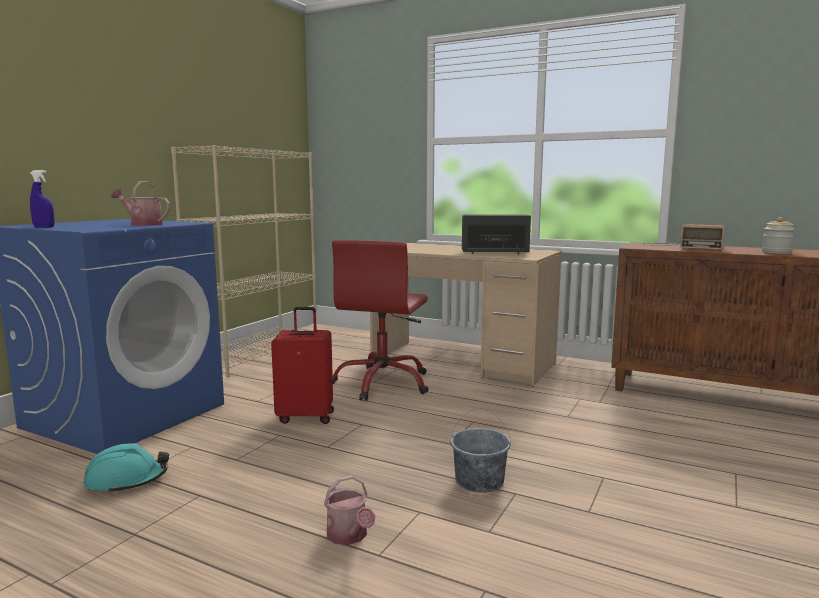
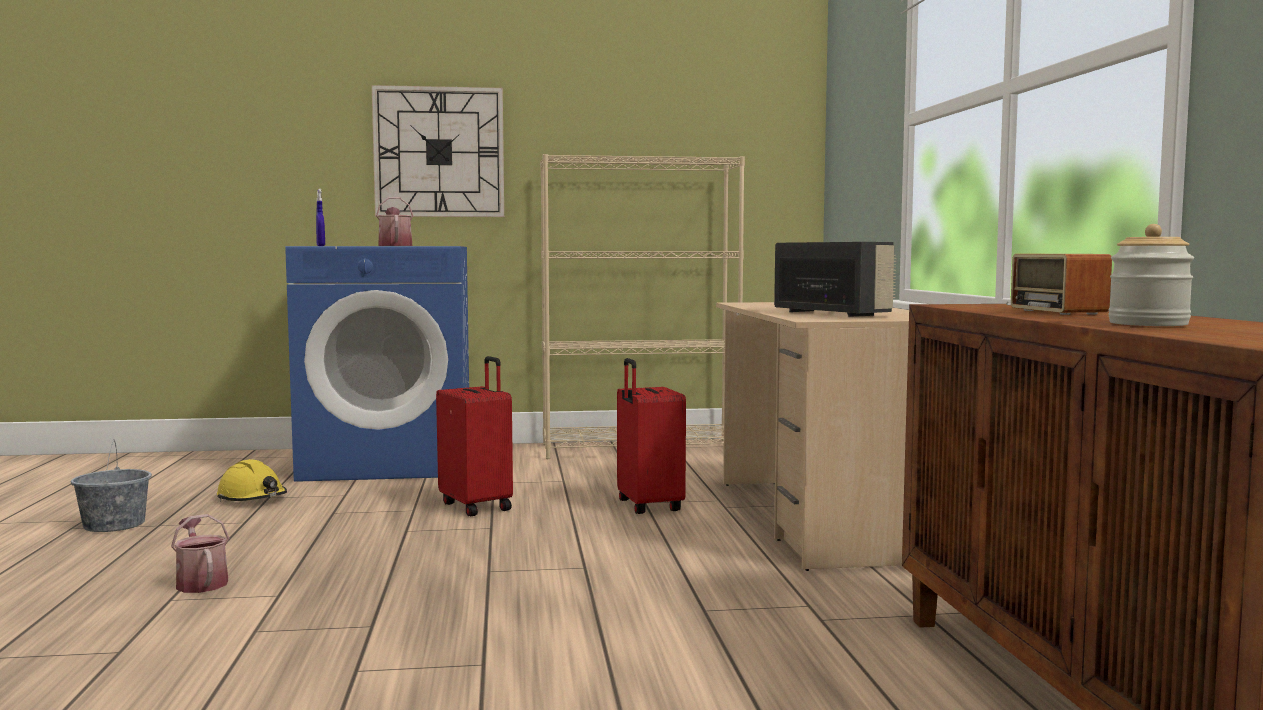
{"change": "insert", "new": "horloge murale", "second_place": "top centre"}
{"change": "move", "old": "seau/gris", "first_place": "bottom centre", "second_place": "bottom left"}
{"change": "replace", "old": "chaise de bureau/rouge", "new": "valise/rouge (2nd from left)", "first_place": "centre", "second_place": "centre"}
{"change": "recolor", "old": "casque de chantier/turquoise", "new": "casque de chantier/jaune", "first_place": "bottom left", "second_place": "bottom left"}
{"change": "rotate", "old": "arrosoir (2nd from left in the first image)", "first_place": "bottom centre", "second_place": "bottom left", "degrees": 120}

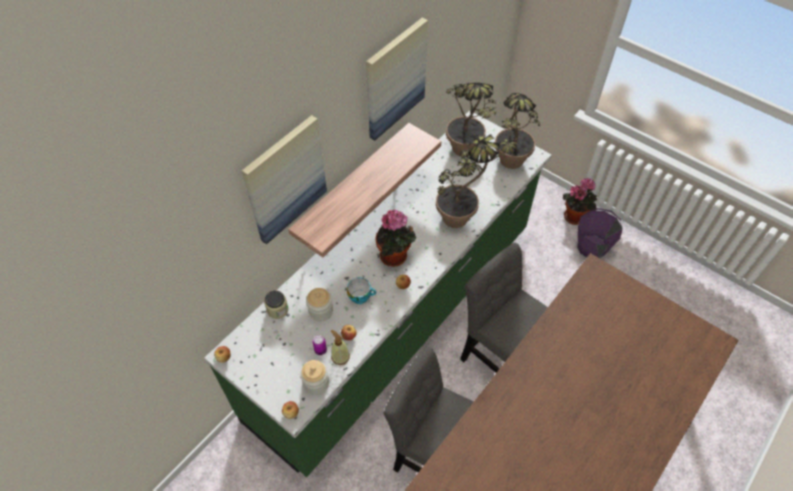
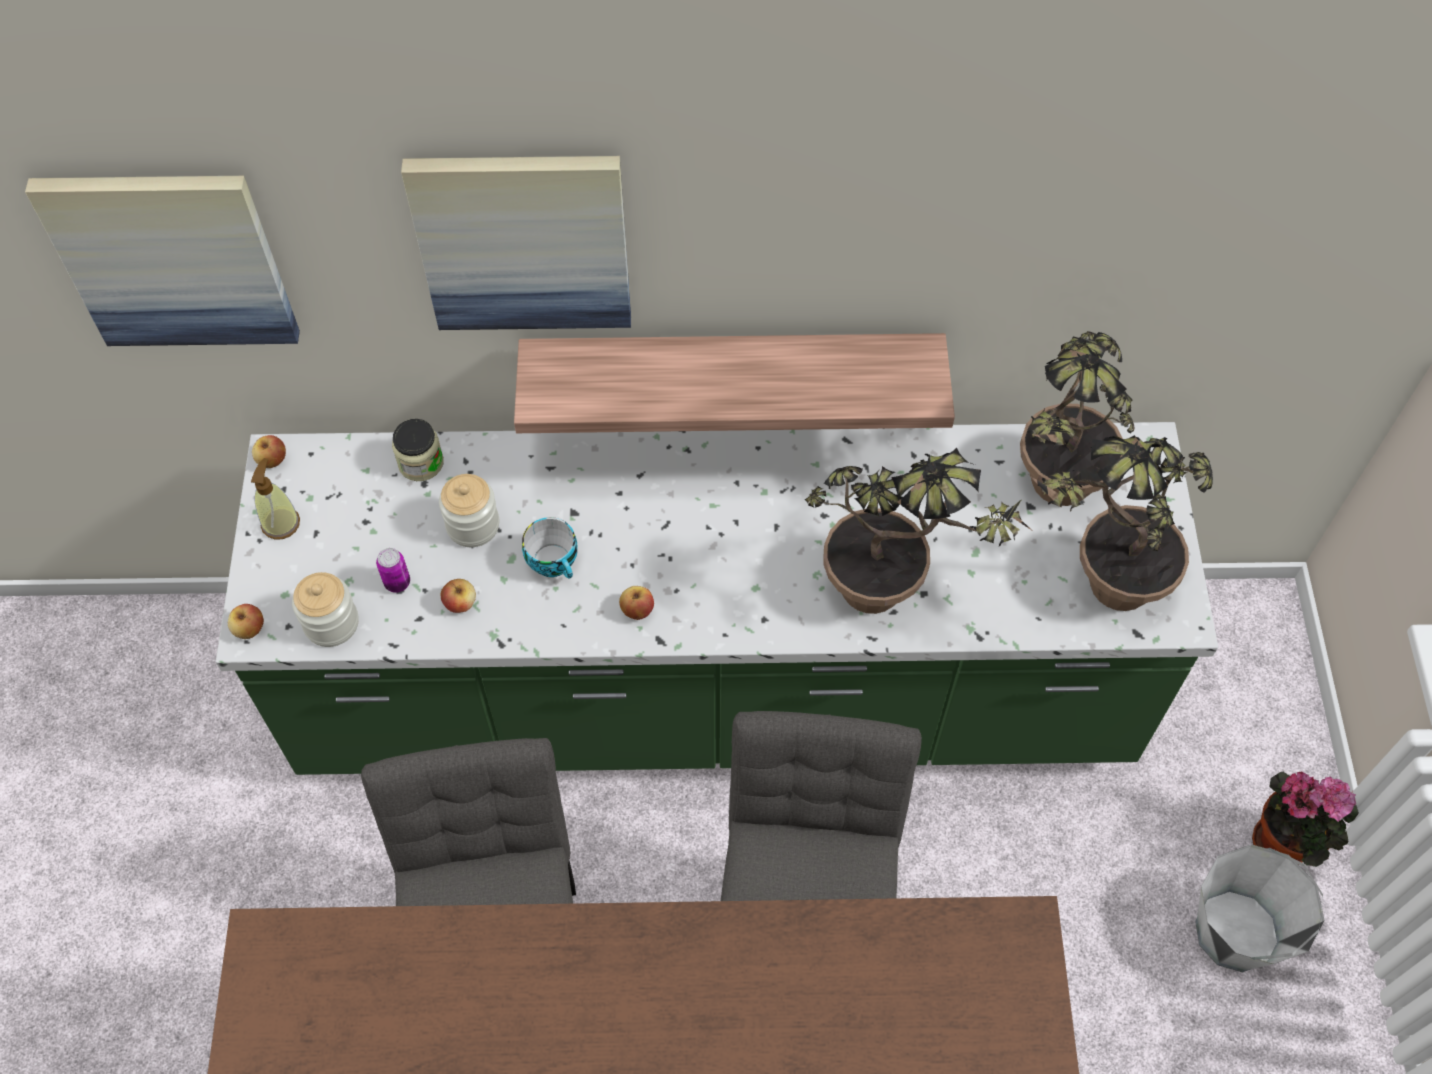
{"change": "delete", "old": "plante en pot (1st from left)", "first_place": "centre"}
{"change": "move", "old": "distributeur de savon", "first_place": "bottom centre", "second_place": "middle left"}
{"change": "move", "old": "tableau (2nd from left in the first image)", "new": "tableau (1st from left)", "first_place": "top centre", "second_place": "top left"}
{"change": "recolor", "old": "seau/violet", "new": "seau/gris", "first_place": "middle right", "second_place": "bottom right"}

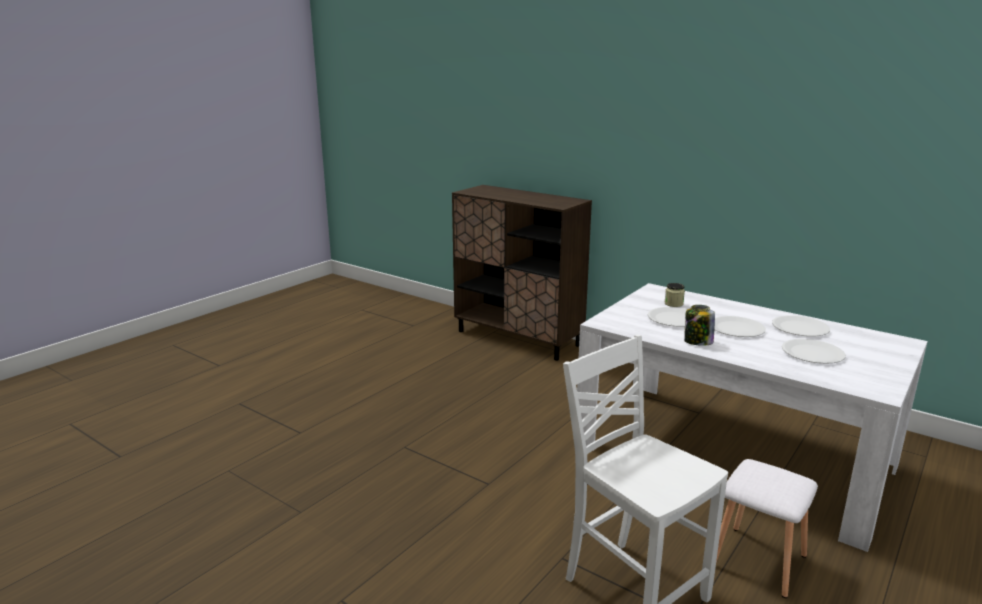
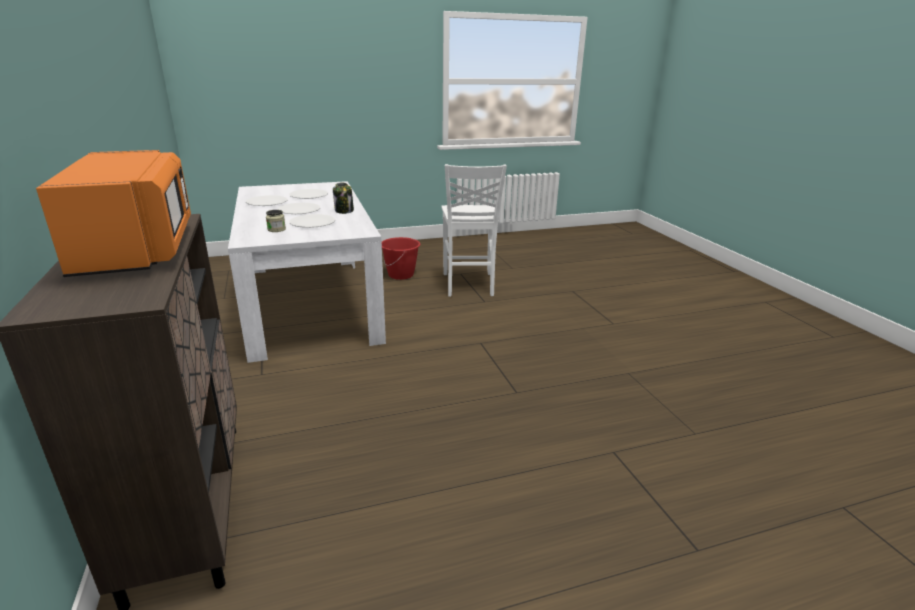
{"change": "insert", "new": "micro-ondes/orange", "second_place": "middle left"}
{"change": "replace", "old": "tabouret/blanc", "new": "seau/rouge", "first_place": "bottom right", "second_place": "centre"}

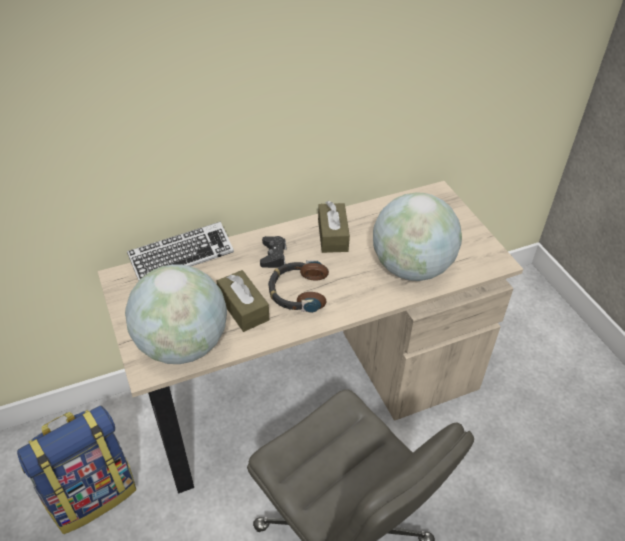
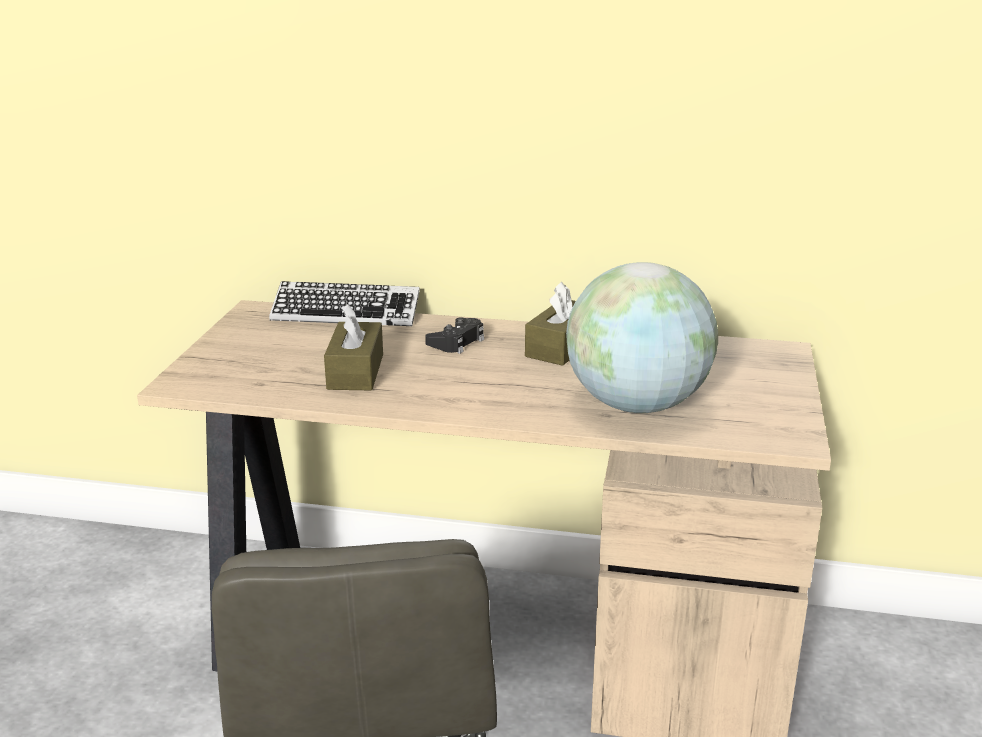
{"change": "delete", "old": "sac à dos", "first_place": "bottom left"}
{"change": "delete", "old": "globe (1st from left)", "first_place": "middle left"}
{"change": "delete", "old": "casque audio", "first_place": "centre"}

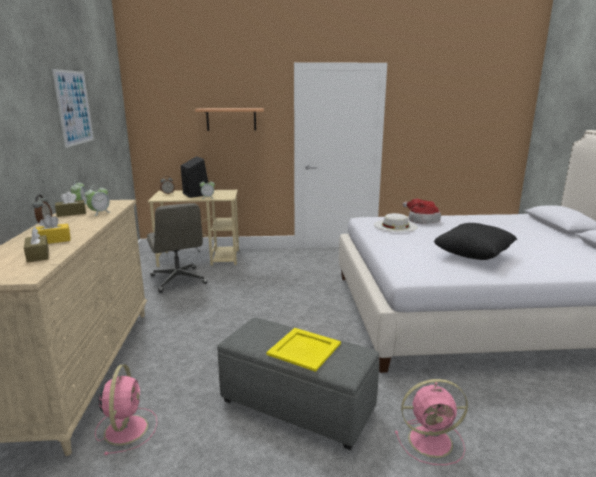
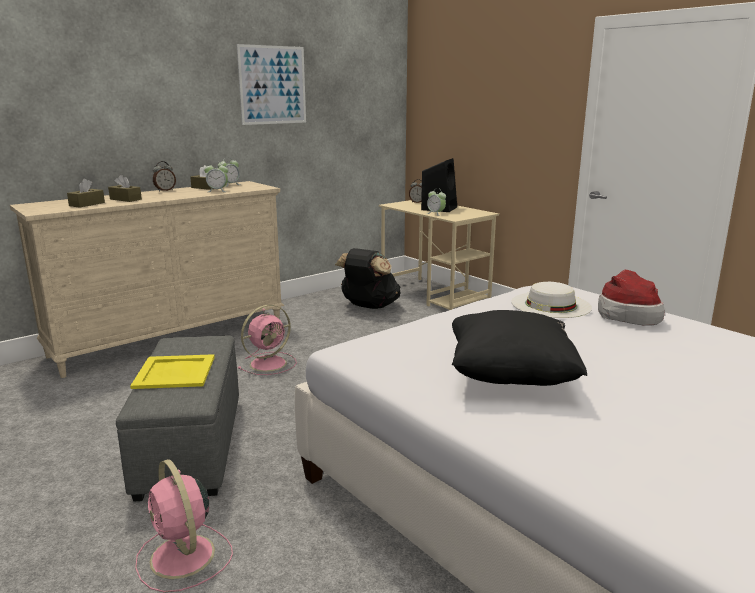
{"change": "delete", "old": "étagère", "first_place": "top centre"}
{"change": "move", "old": "ventilateur/rose (1st from left in the first image)", "new": "ventilateur/rose (2nd from left)", "first_place": "bottom left", "second_place": "centre"}
{"change": "replace", "old": "chaise de bureau/gris", "new": "sac à dos/noir", "first_place": "middle left", "second_place": "centre"}
{"change": "recolor", "old": "boîte à mouchoirs/jaune", "new": "boîte à mouchoirs/marron (2nd from left)", "first_place": "middle left", "second_place": "top left"}

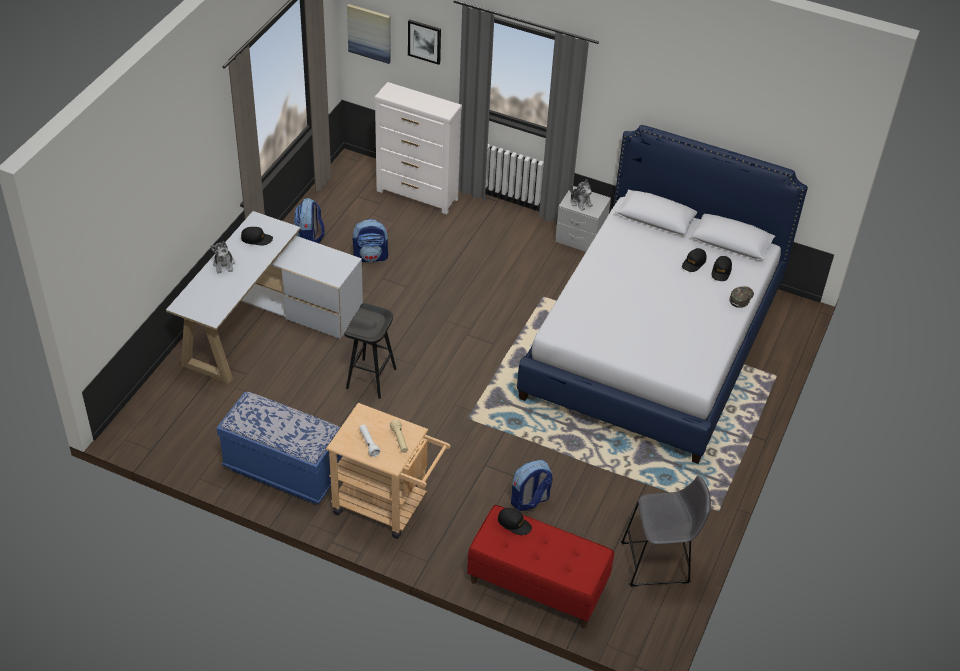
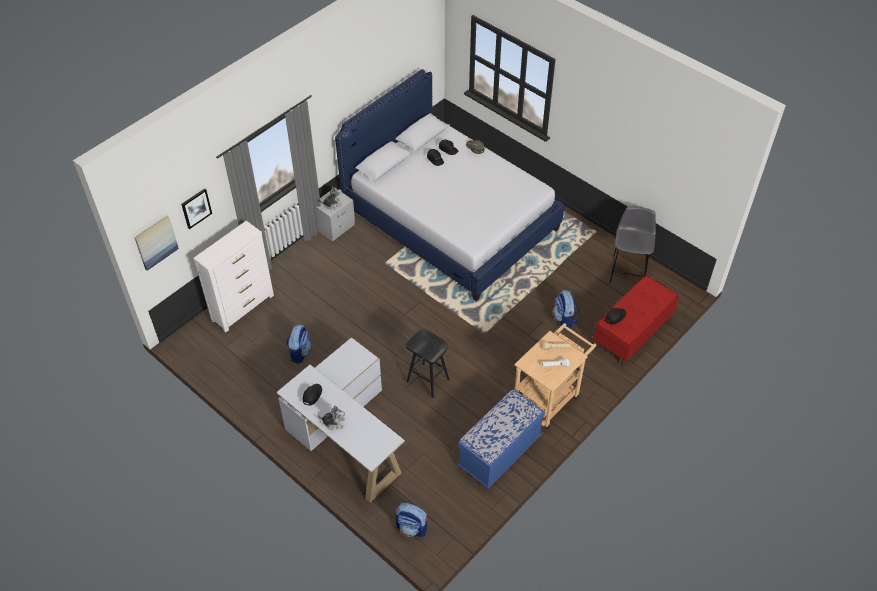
{"change": "move", "old": "sac à dos (1st from left in the first image)", "new": "sac à dos (2nd from left)", "first_place": "top left", "second_place": "bottom centre"}

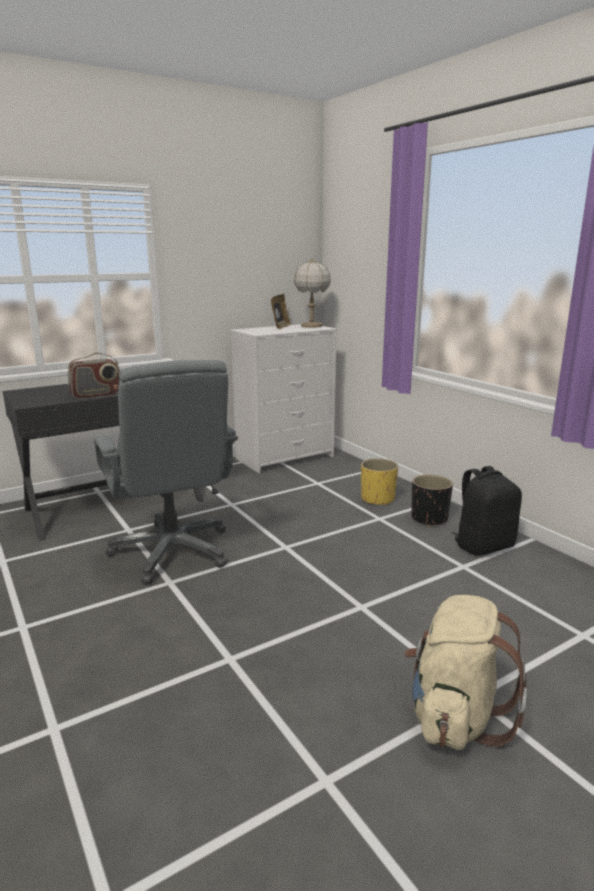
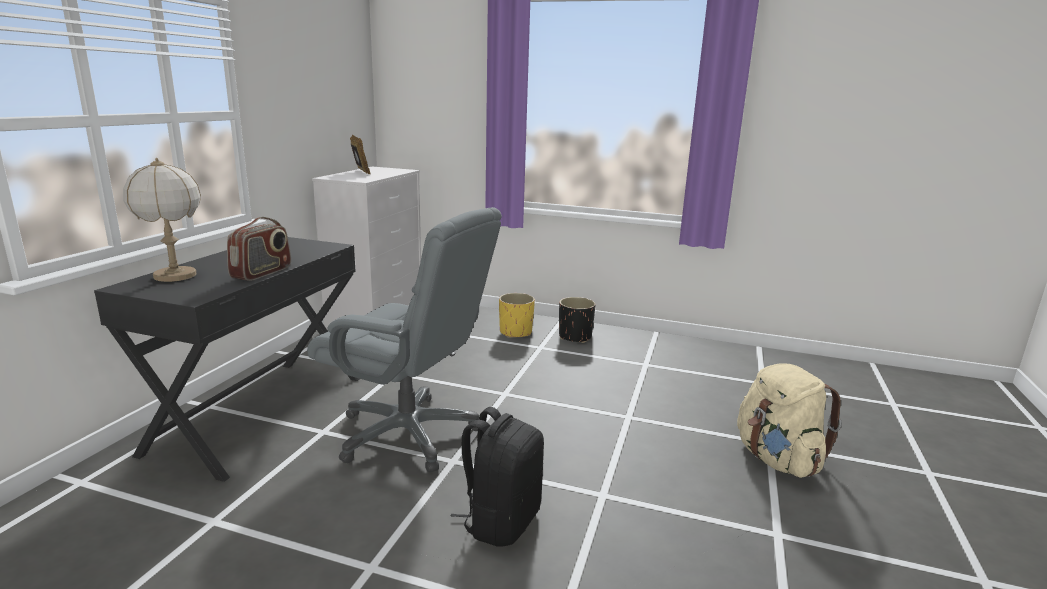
{"change": "move", "old": "lampe de table", "first_place": "top centre", "second_place": "middle left"}
{"change": "move", "old": "sac à dos/noir", "first_place": "middle right", "second_place": "bottom centre"}

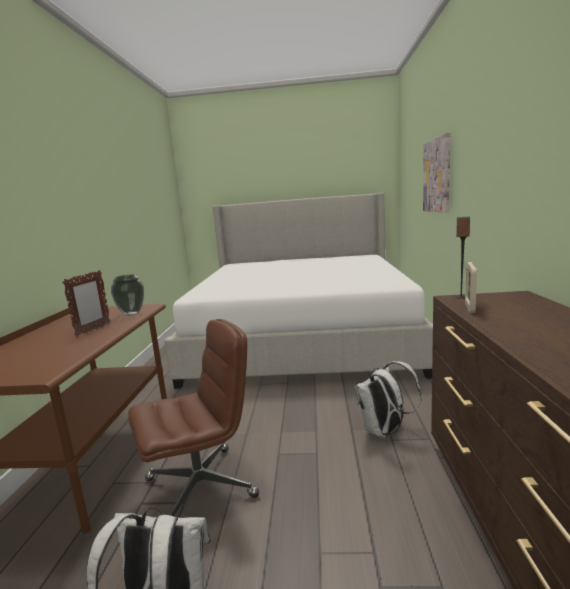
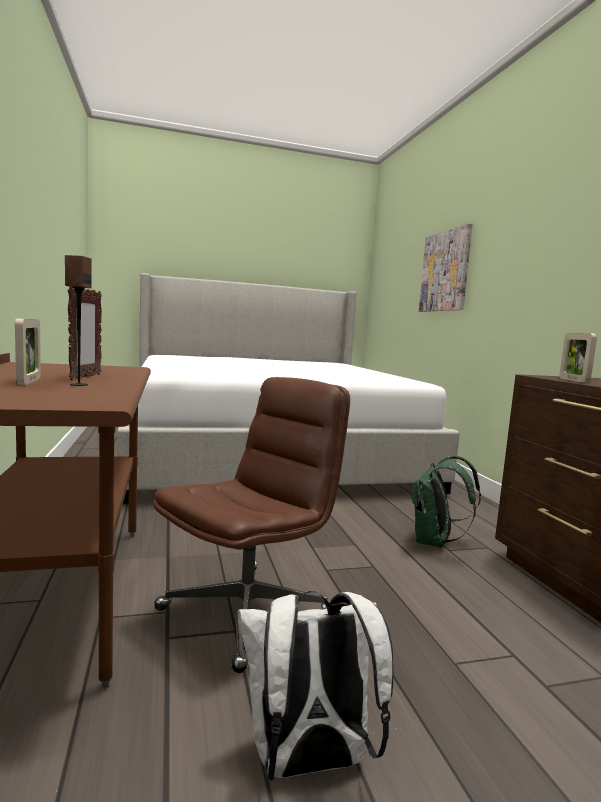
{"change": "delete", "old": "vase", "first_place": "middle left"}
{"change": "insert", "new": "cadre photo (1st from left)", "second_place": "middle left"}
{"change": "move", "old": "enceinte", "first_place": "middle right", "second_place": "middle left"}
{"change": "recolor", "old": "sac à dos/blanc (2nd from left)", "new": "sac à dos/vert", "first_place": "bottom right", "second_place": "middle right"}

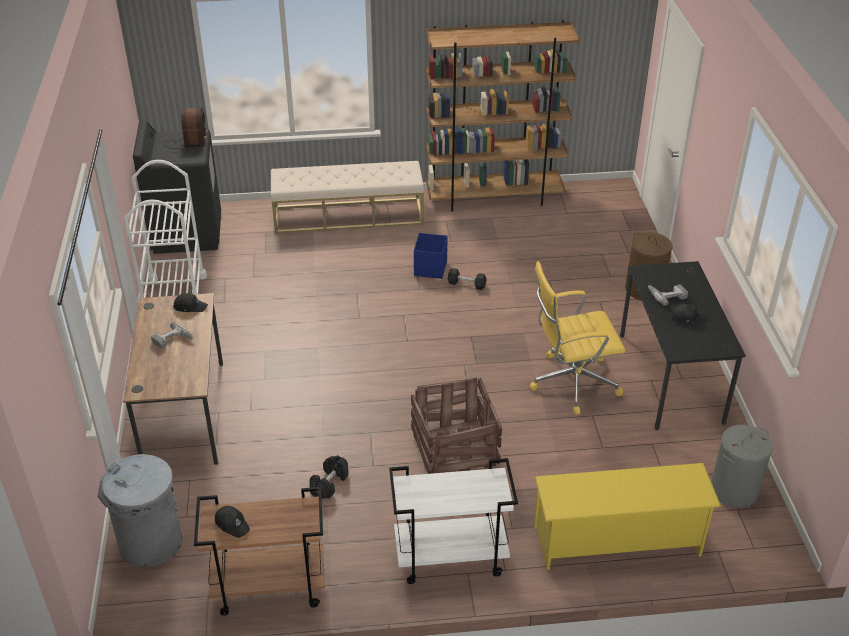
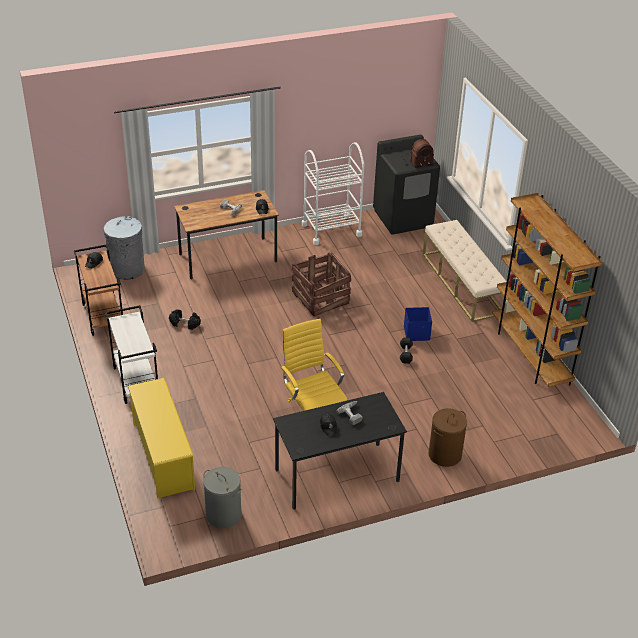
{"change": "move", "old": "caisse", "first_place": "bottom centre", "second_place": "centre"}

